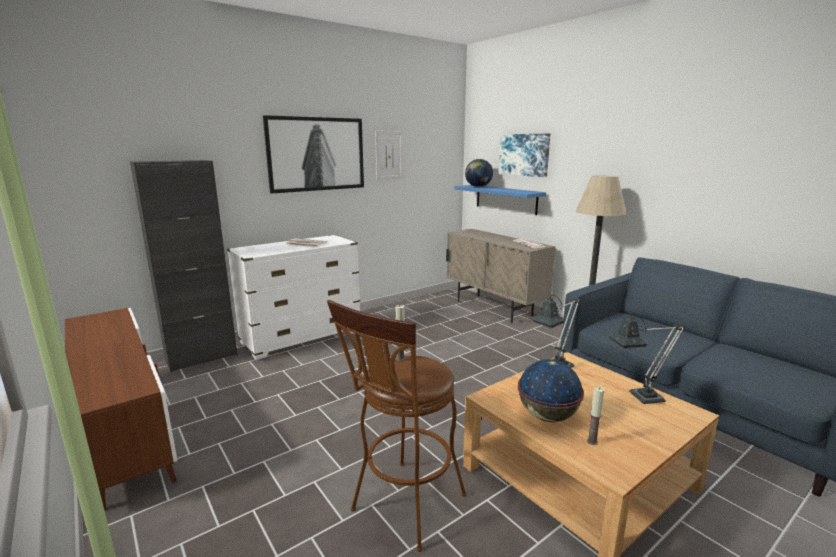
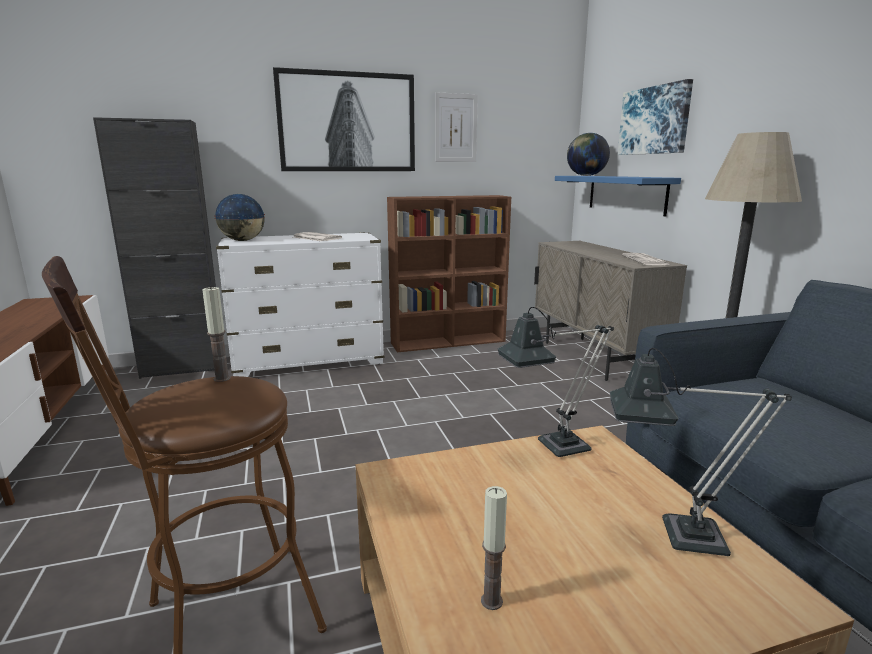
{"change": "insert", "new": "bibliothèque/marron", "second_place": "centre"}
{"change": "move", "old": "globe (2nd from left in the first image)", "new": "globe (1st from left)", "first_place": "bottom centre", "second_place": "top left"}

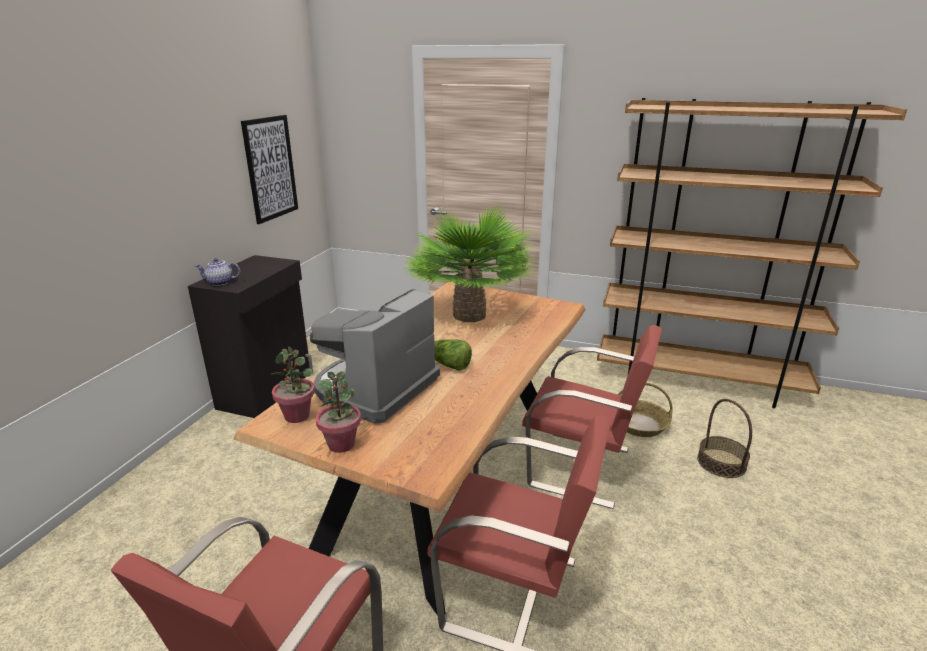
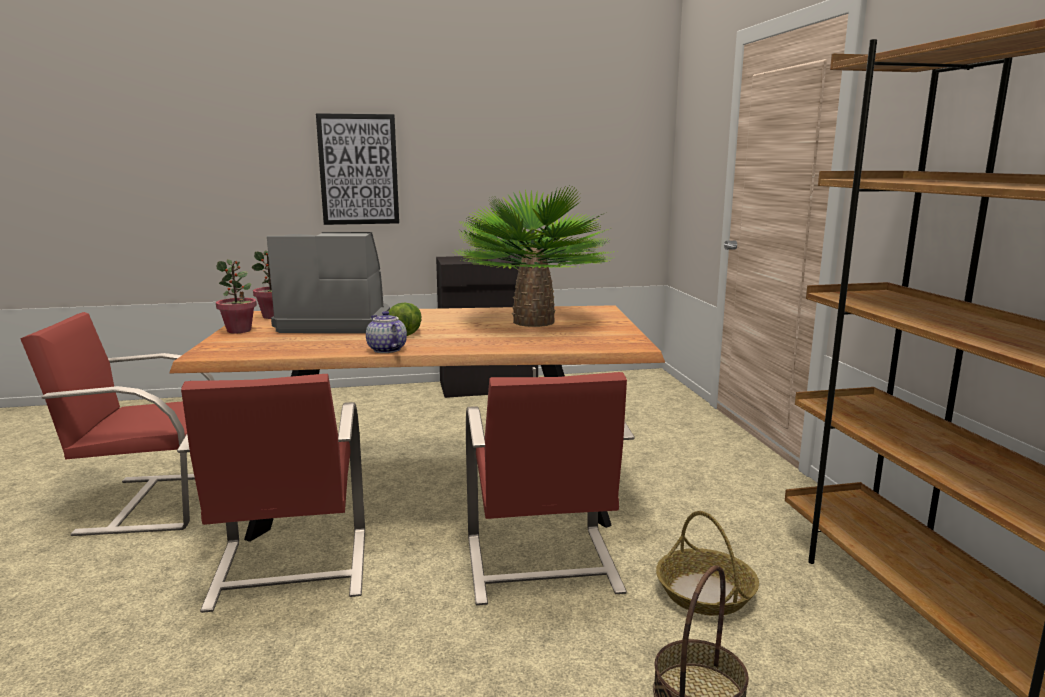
{"change": "move", "old": "théière", "first_place": "middle left", "second_place": "centre"}
{"change": "move", "old": "tableau", "first_place": "top left", "second_place": "top centre"}

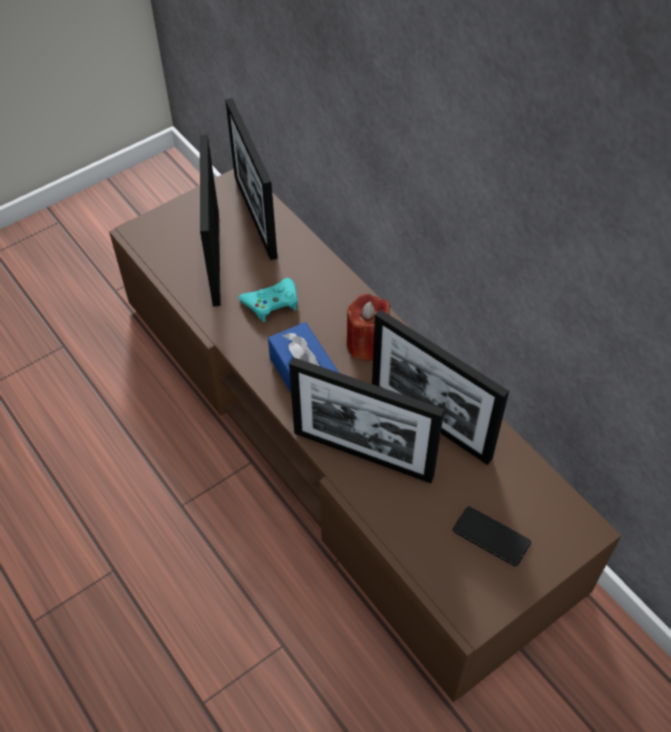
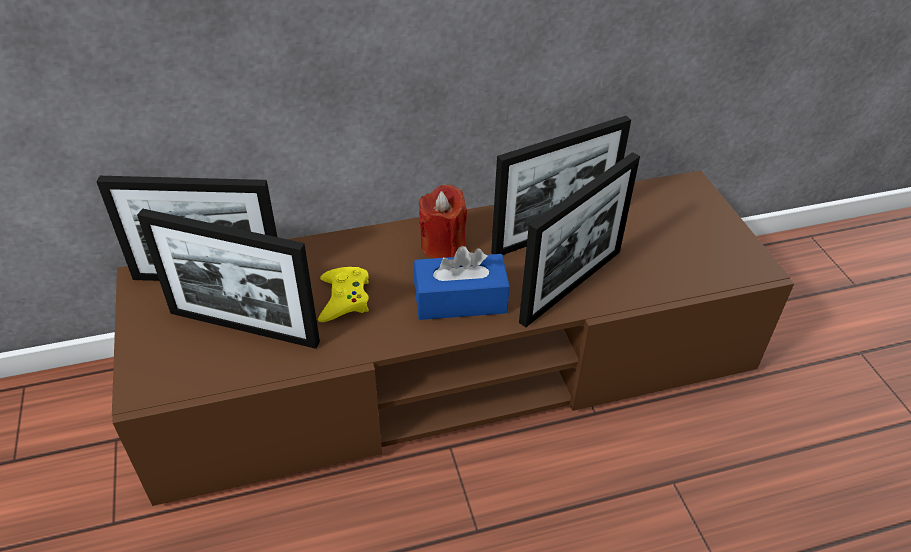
{"change": "delete", "old": "téléphone", "first_place": "bottom right"}
{"change": "recolor", "old": "manette/turquoise", "new": "manette/jaune", "first_place": "centre", "second_place": "centre"}

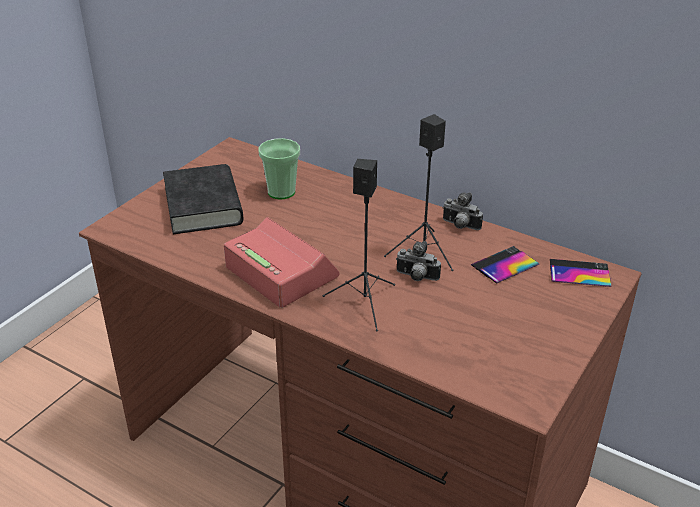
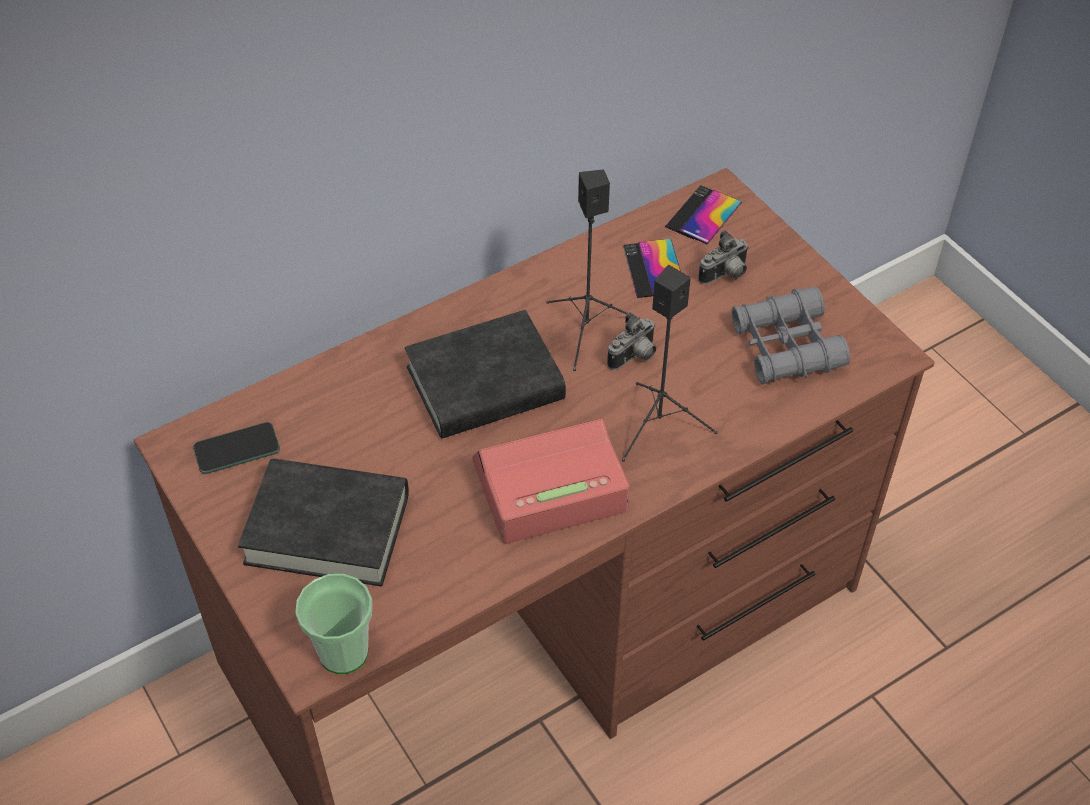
{"change": "insert", "new": "téléphone (1st from left)", "second_place": "middle left"}
{"change": "insert", "new": "livre/noir (2nd from left)", "second_place": "centre"}
{"change": "insert", "new": "jumelles/gris", "second_place": "middle right"}
{"change": "move", "old": "tasse", "first_place": "centre", "second_place": "bottom left"}
{"change": "move", "old": "appareil photo (2nd from left)", "first_place": "centre", "second_place": "top centre"}

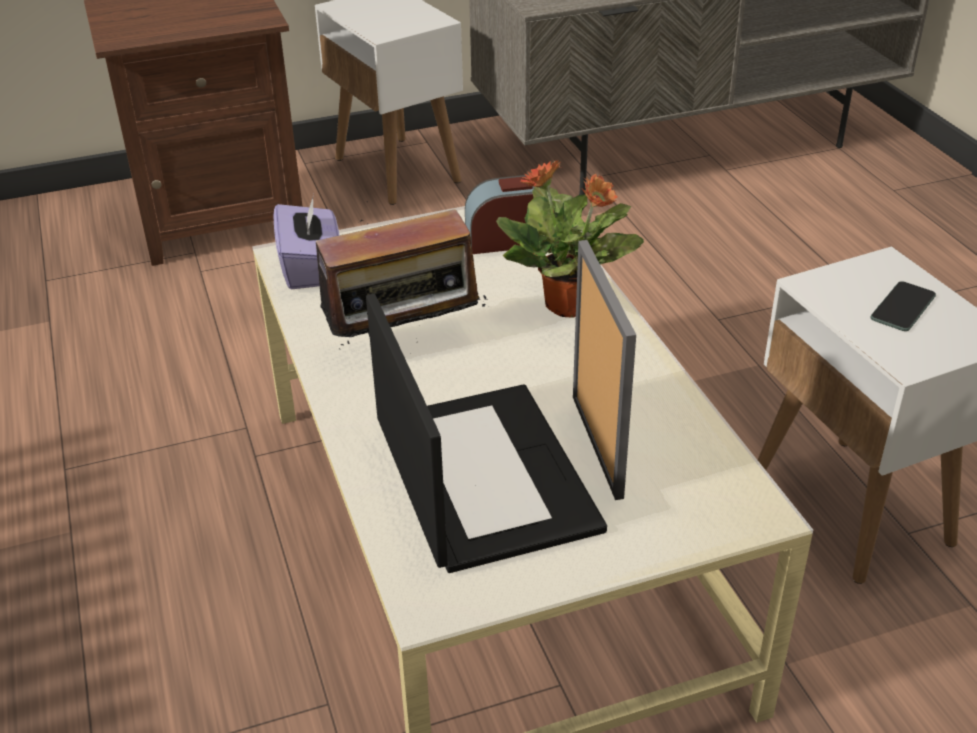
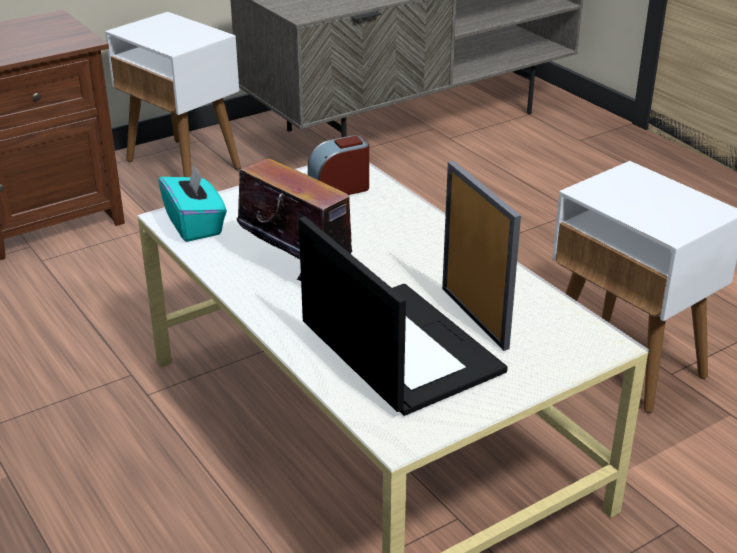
{"change": "delete", "old": "plante en pot", "first_place": "top centre"}
{"change": "delete", "old": "téléphone", "first_place": "middle right"}
{"change": "recolor", "old": "boîte à mouchoirs/violet", "new": "boîte à mouchoirs/turquoise", "first_place": "top left", "second_place": "middle left"}
{"change": "rotate", "old": "radio", "first_place": "centre", "second_place": "centre", "degrees": -105}

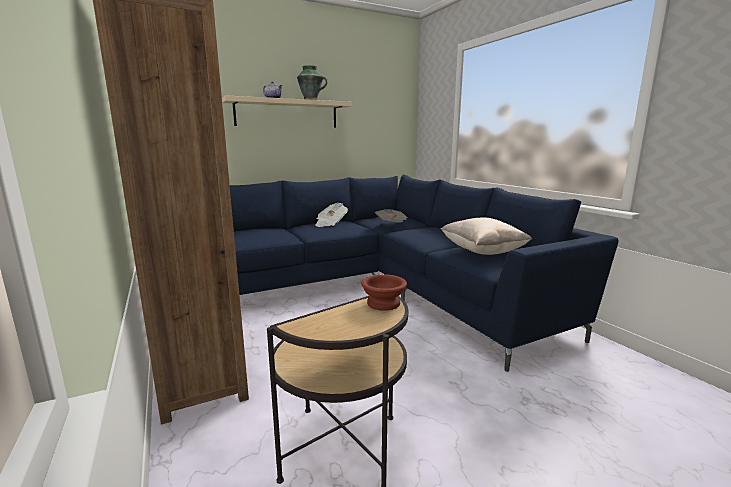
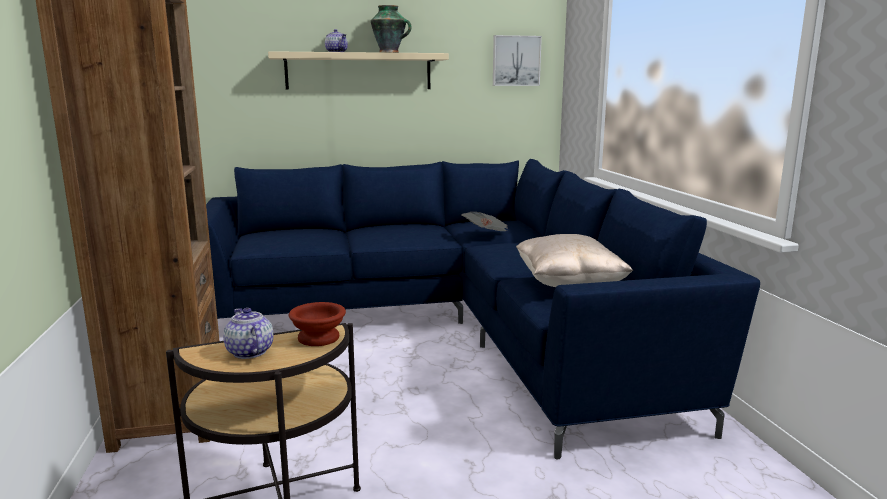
{"change": "delete", "old": "journal (1st from left)", "first_place": "centre"}
{"change": "insert", "new": "théière (1st from left)", "second_place": "bottom left"}
{"change": "insert", "new": "tableau", "second_place": "top centre"}

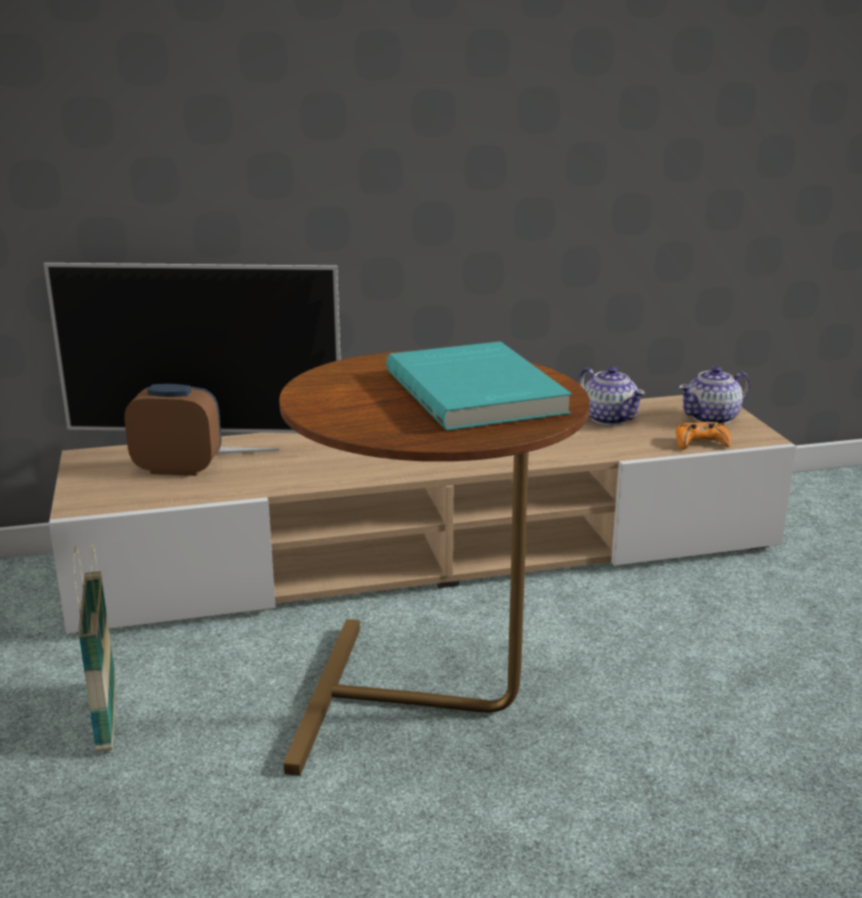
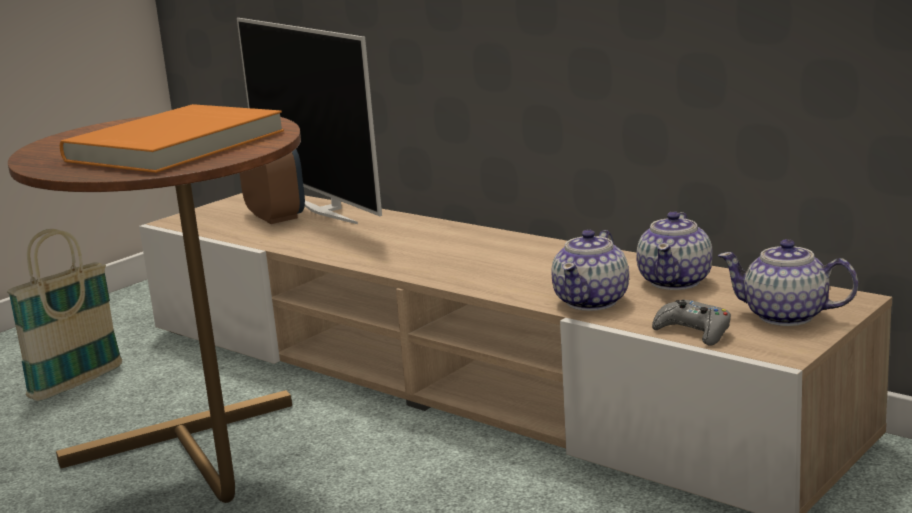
{"change": "insert", "new": "théière (1st from left)", "second_place": "centre"}
{"change": "recolor", "old": "livre/turquoise", "new": "livre/orange", "first_place": "centre", "second_place": "top left"}
{"change": "recolor", "old": "manette/orange", "new": "manette/gris", "first_place": "middle right", "second_place": "middle right"}

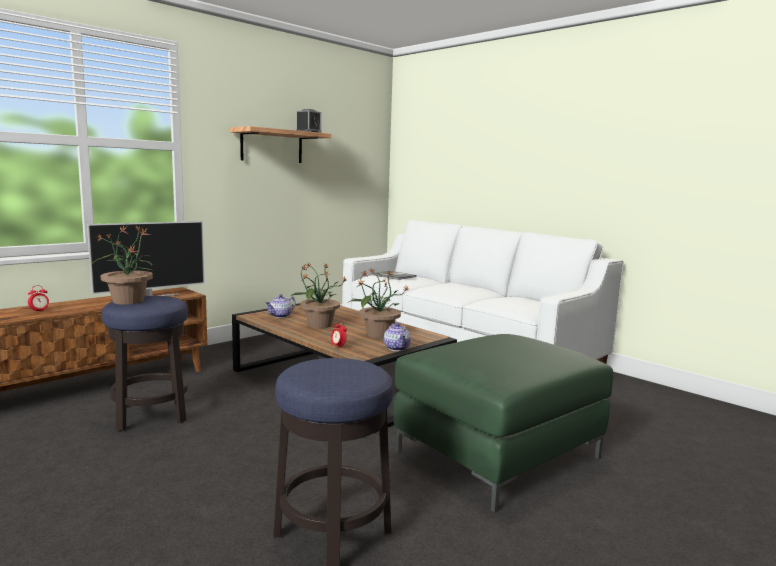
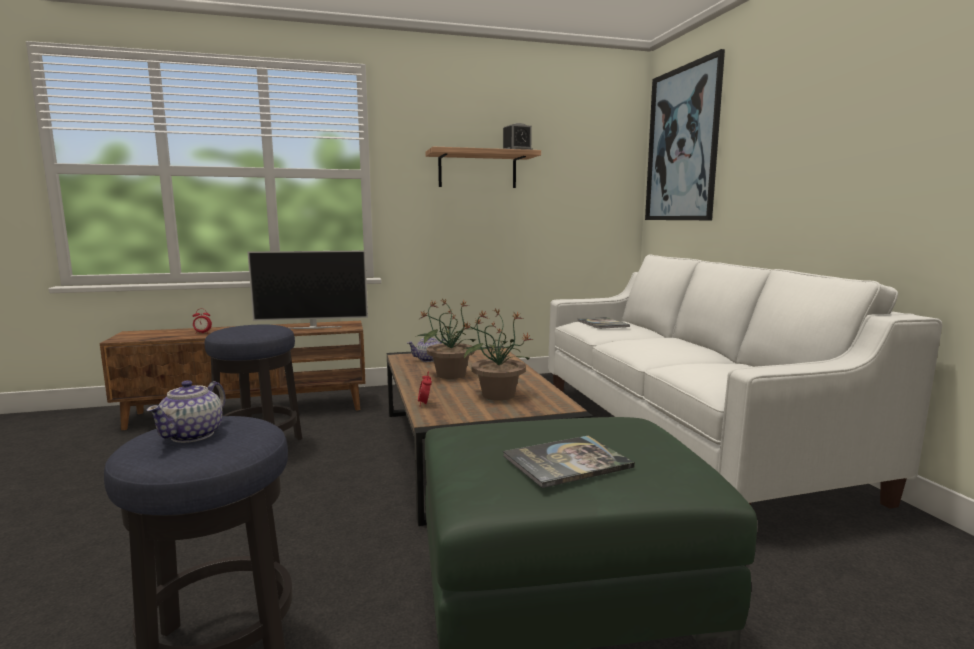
{"change": "delete", "old": "plante en pot (1st from left)", "first_place": "middle left"}
{"change": "insert", "new": "livre (1st from left)", "second_place": "bottom centre"}
{"change": "insert", "new": "tableau", "second_place": "top right"}
{"change": "move", "old": "théière (2nd from left in the first image)", "new": "théière (1st from left)", "first_place": "centre", "second_place": "middle left"}

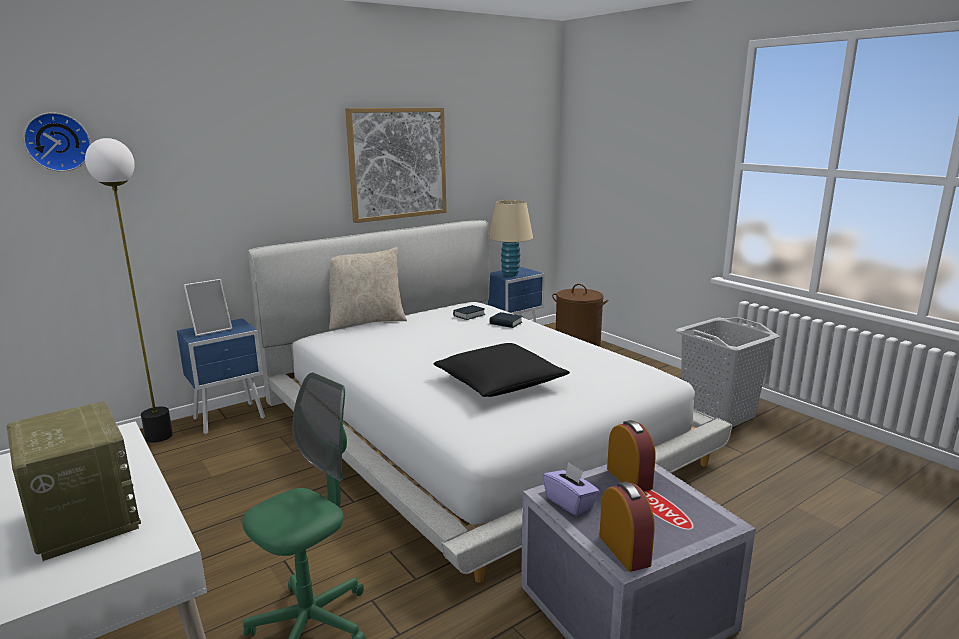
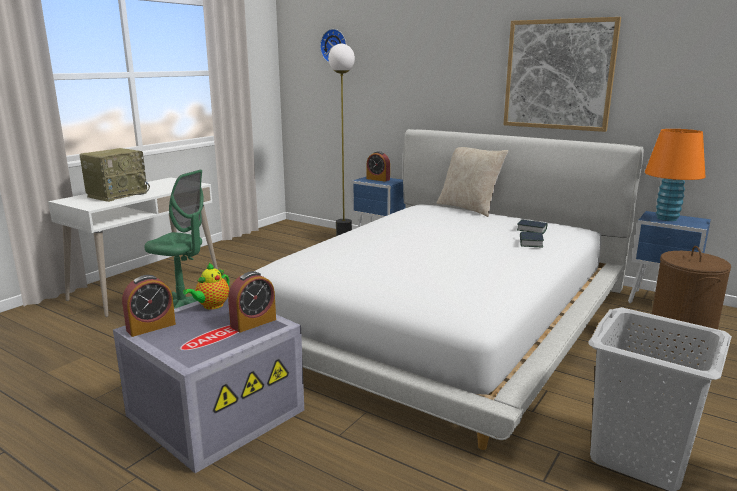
{"change": "delete", "old": "coussin/noir", "first_place": "centre"}
{"change": "replace", "old": "cadre photo", "new": "réveil (3rd from left)", "first_place": "middle left", "second_place": "centre"}
{"change": "replace", "old": "boîte à mouchoirs/violet", "new": "théière", "first_place": "bottom centre", "second_place": "middle left"}
{"change": "recolor", "old": "lampe de table/beige", "new": "lampe de table/orange", "first_place": "centre", "second_place": "middle right"}

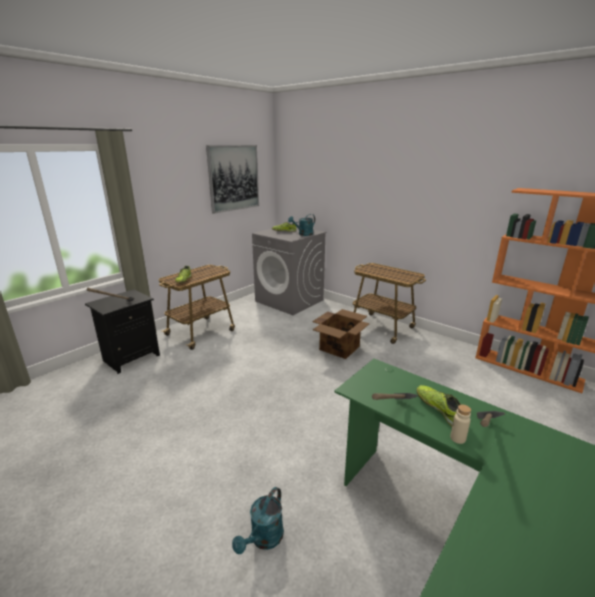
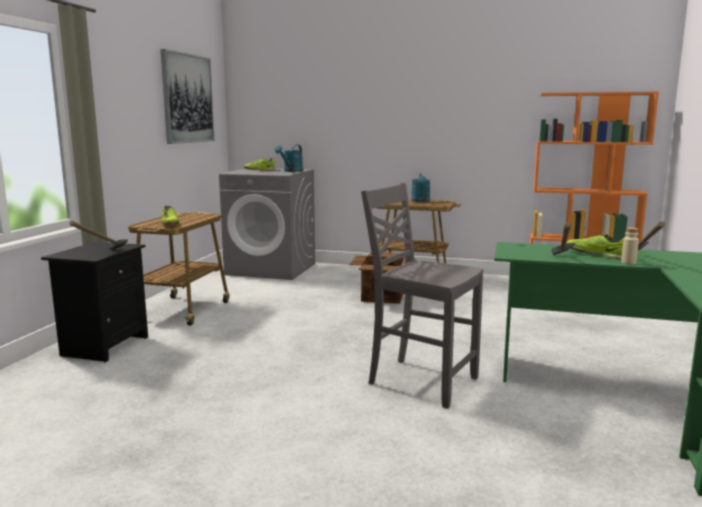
{"change": "insert", "new": "chaise/gris", "second_place": "centre"}
{"change": "move", "old": "arrosoir/turquoise (1st from left in the first image)", "new": "arrosoir/turquoise (2nd from left)", "first_place": "bottom centre", "second_place": "centre"}

